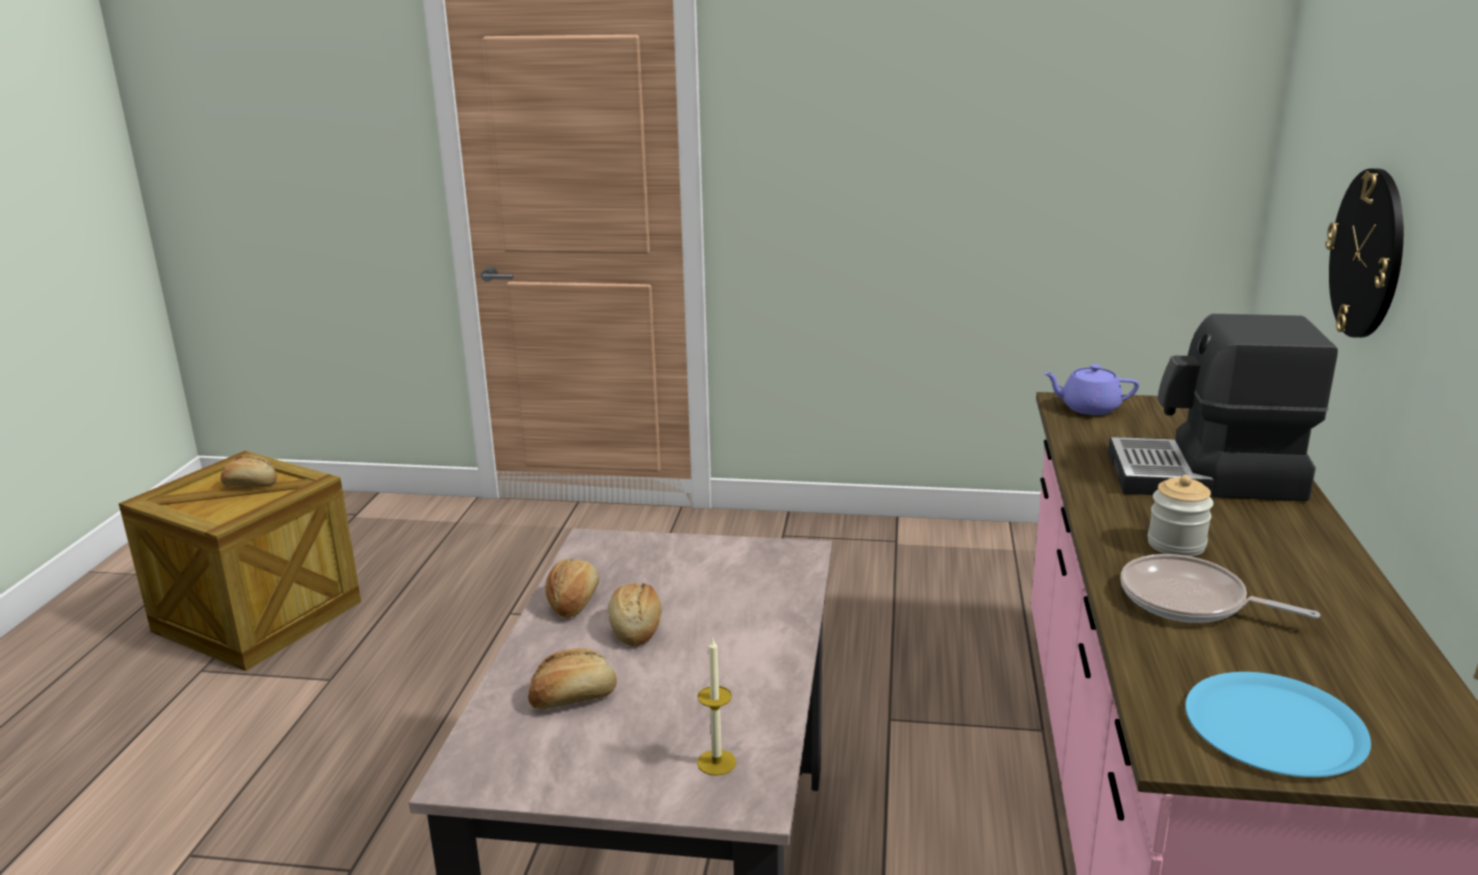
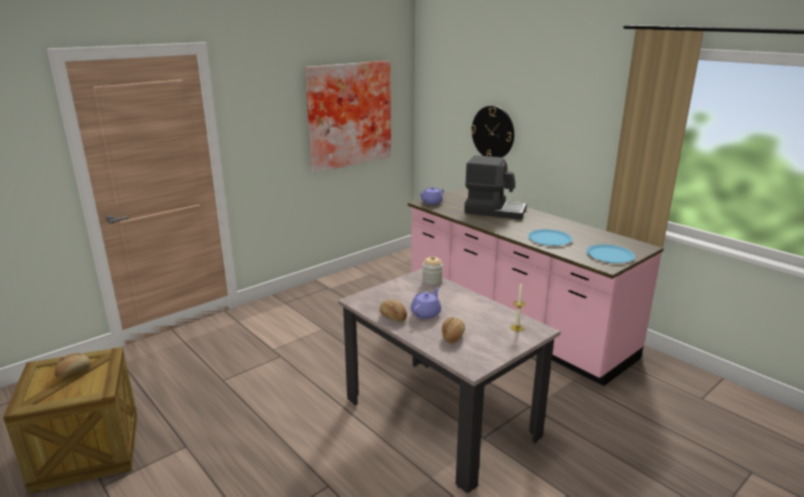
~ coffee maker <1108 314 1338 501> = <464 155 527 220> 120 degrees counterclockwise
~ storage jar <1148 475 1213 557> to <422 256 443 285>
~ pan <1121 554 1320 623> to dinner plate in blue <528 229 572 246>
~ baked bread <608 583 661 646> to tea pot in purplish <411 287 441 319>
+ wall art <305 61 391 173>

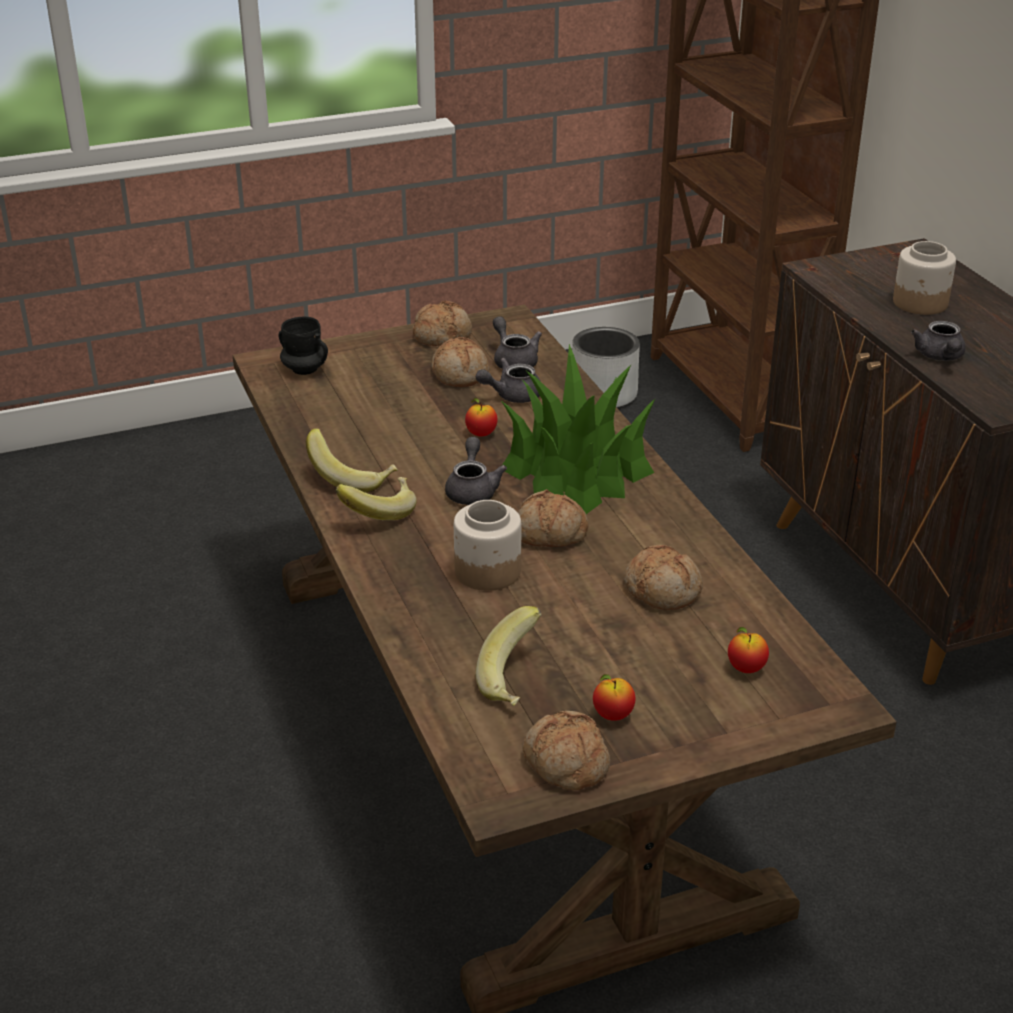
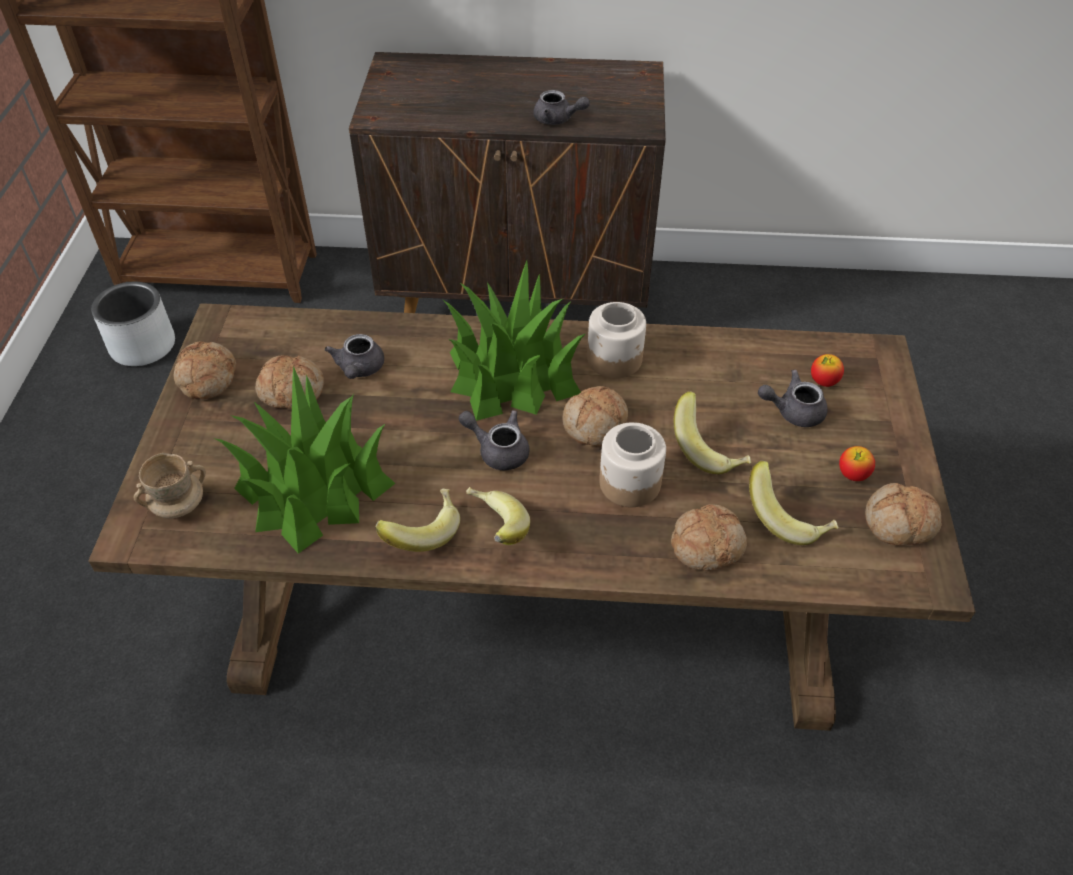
~ storage jar <893 241 956 315> to <587 302 646 378>
~ tea pot in greyish <493 316 542 368> to <758 370 828 427>
~ mug in black-coloured <279 317 328 375> to mug in beige <134 453 206 518>
- apple <465 398 497 436>
~ baked bread <624 545 703 610> to <671 504 747 570>
+ houseplant <214 366 396 554>
+ banana <674 391 751 474>

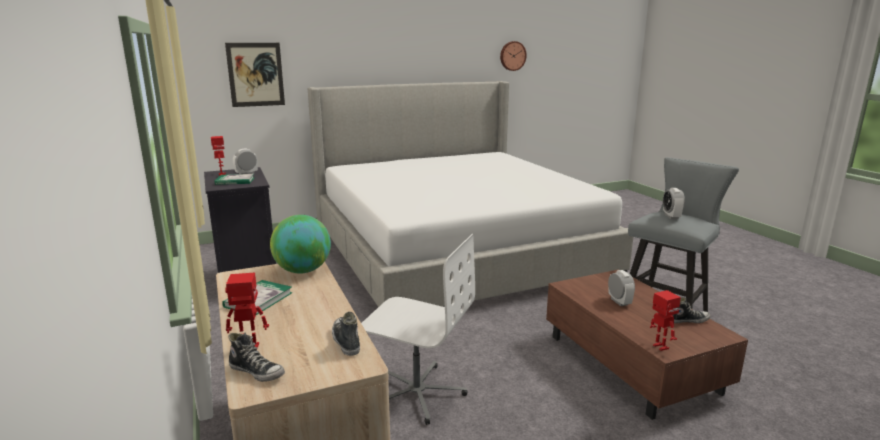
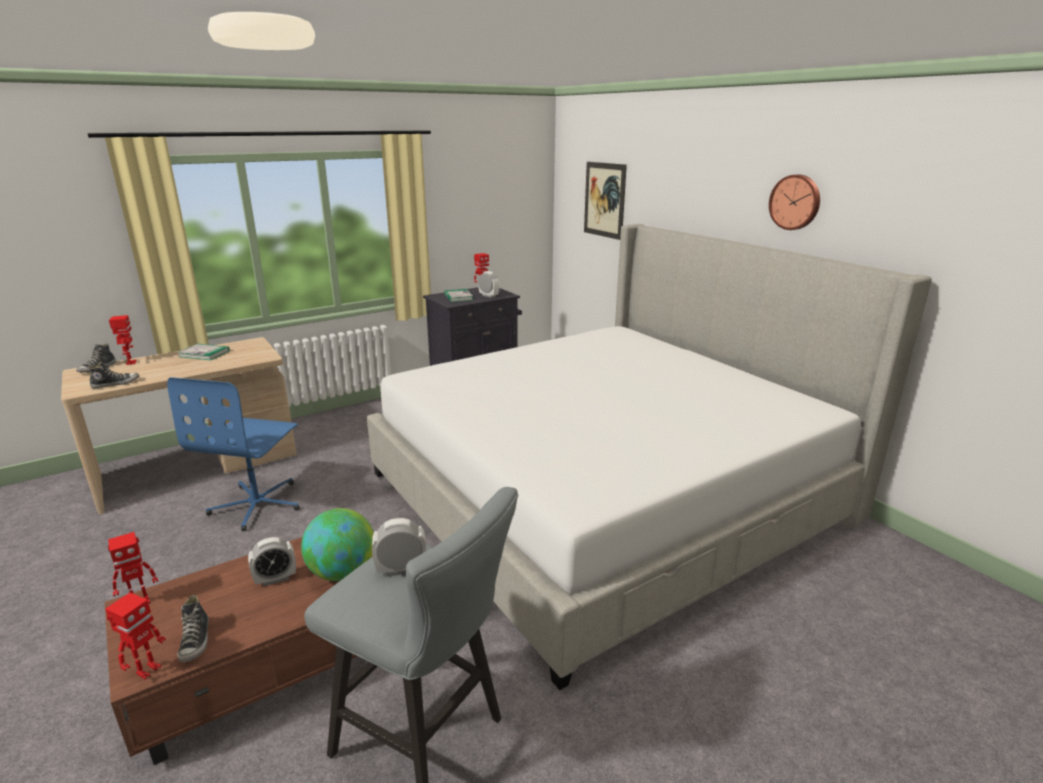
~ wall clock <500 41 527 71> to <769 175 820 230>
~ desk globe <270 215 331 274> to <301 508 374 581>
~ desk chair in white <361 234 475 425> to desk chair in blue <167 377 300 531>
+ toy robot <105 592 166 679>

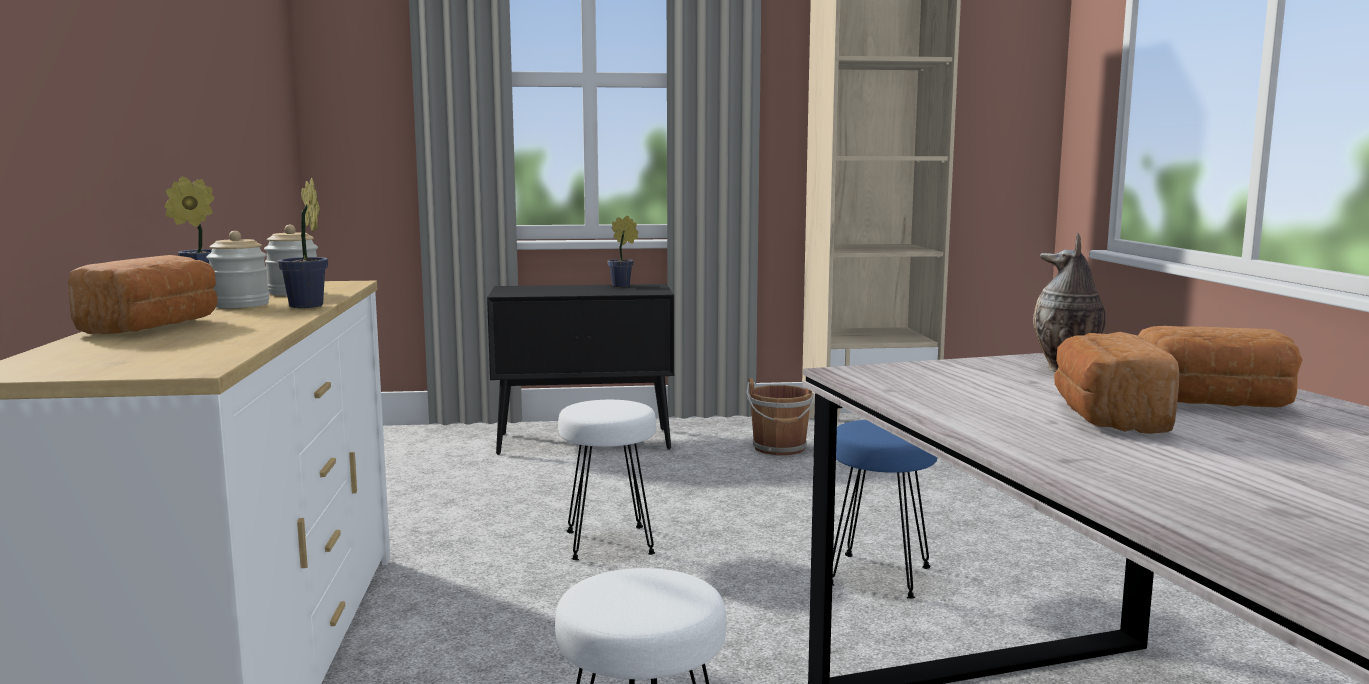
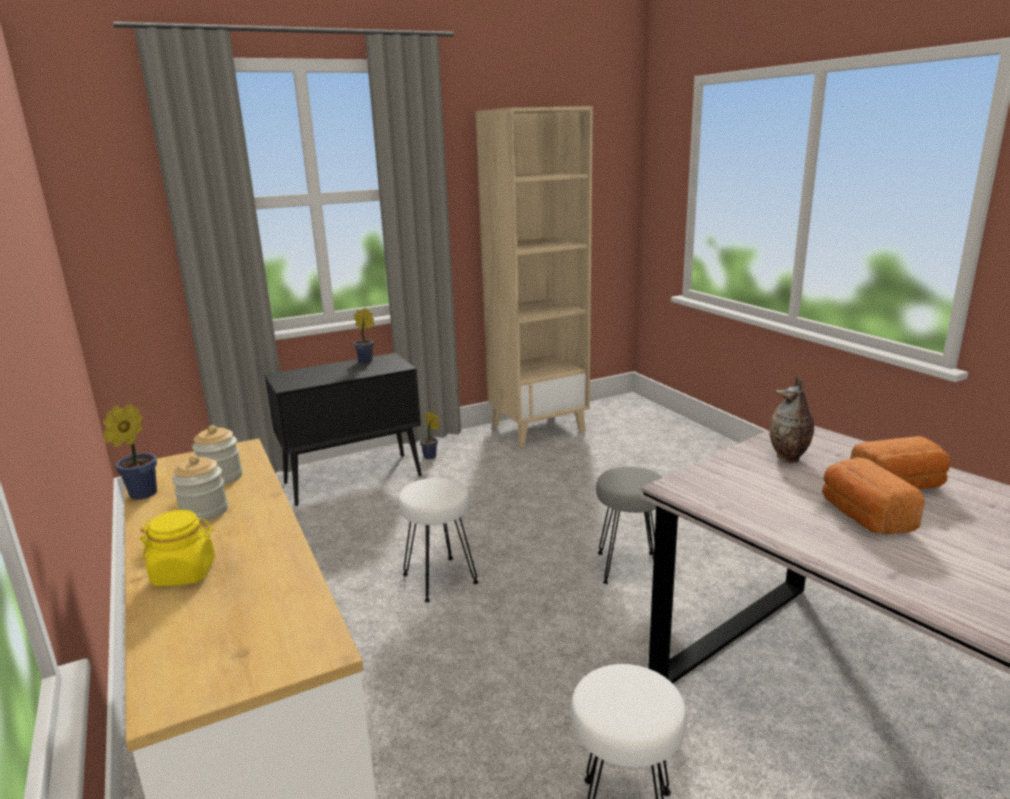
~ houseplant <278 178 328 308> to <420 411 440 459>
~ baked bread <68 255 218 334> to storage jar in yellowish <140 510 215 586>
- bucket in brownish <746 378 815 455>
~ stool in blue <832 420 938 599> to stool in greyish <596 467 663 584>

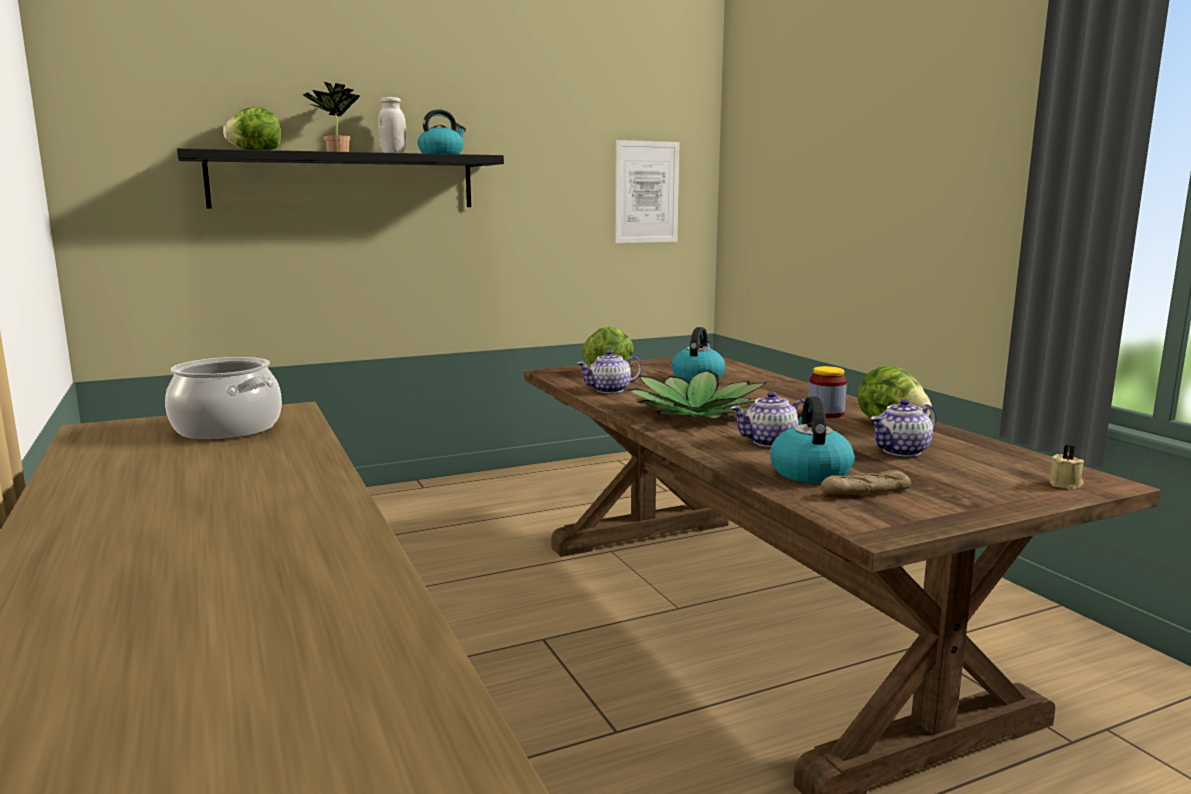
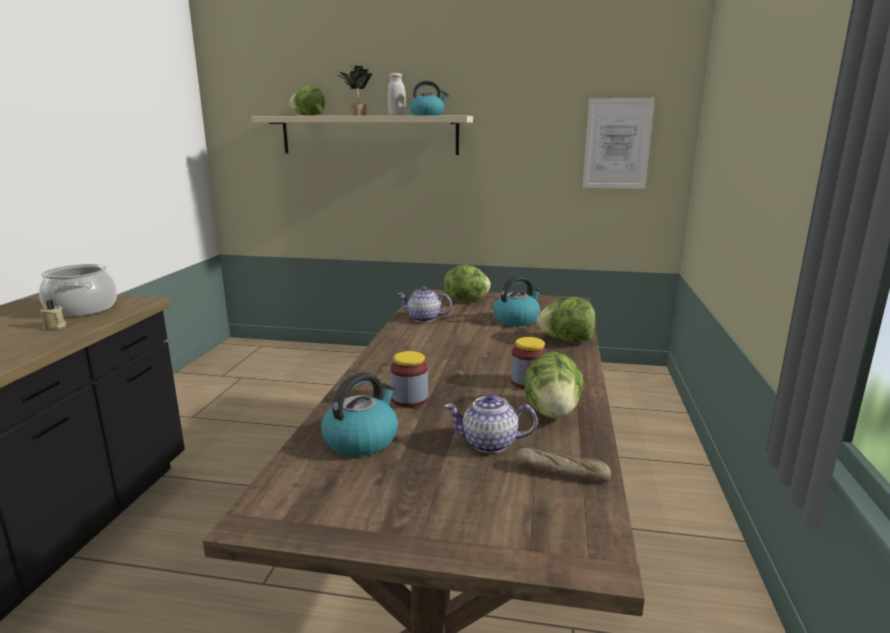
~ bracket shelf in black-coloured <177 148 504 209> to bracket shelf in beige <251 116 473 155>
- houseplant <627 370 767 419>
~ tea pot <731 391 805 447> to storage jar <391 351 428 408>
~ wax candle in beige <1050 445 1084 490> to <40 300 66 329>
~ baked bread <821 470 911 494> to <514 447 611 482>
+ lettuce <537 297 596 342>

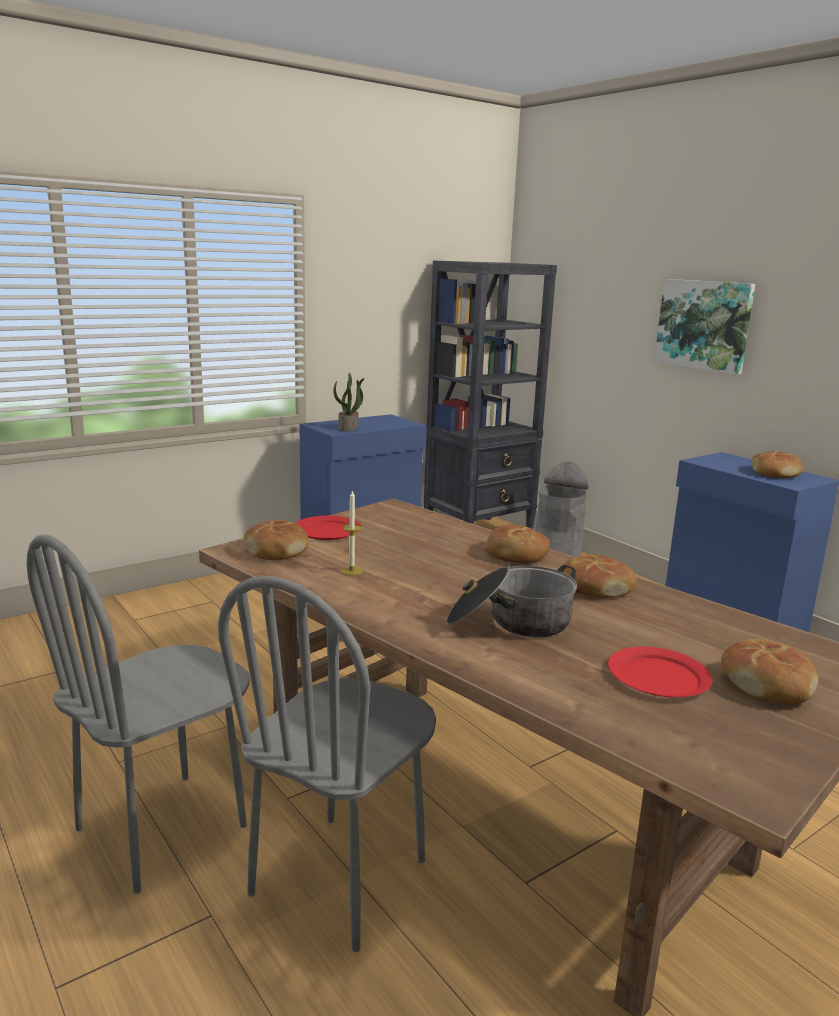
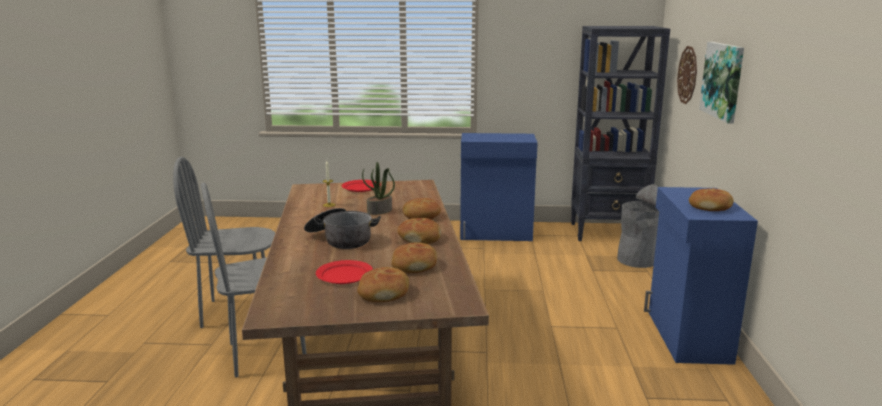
~ houseplant <333 373 365 431> to <362 162 395 215>
~ baked bread <244 520 309 560> to <391 242 437 273>
+ wall clock <677 46 697 104>

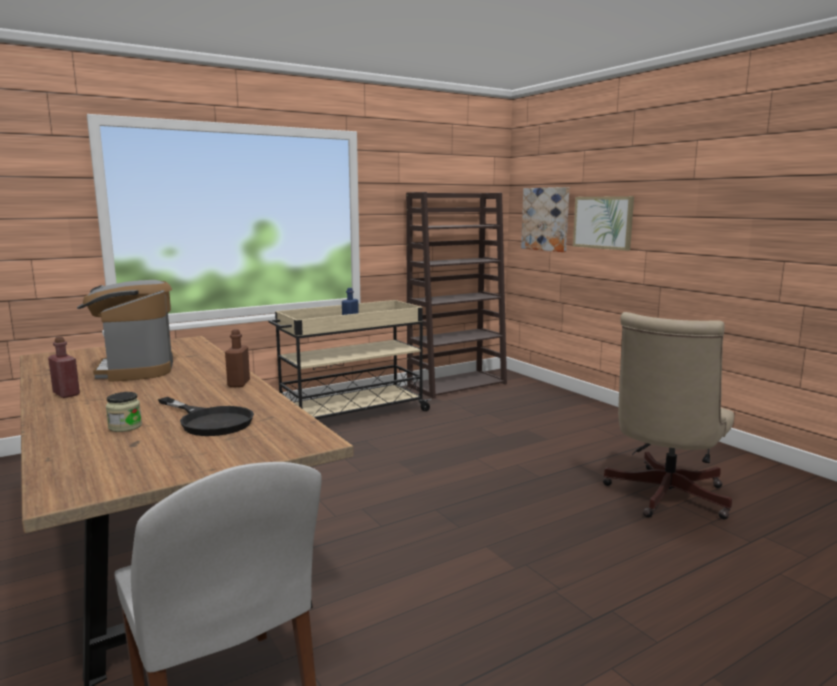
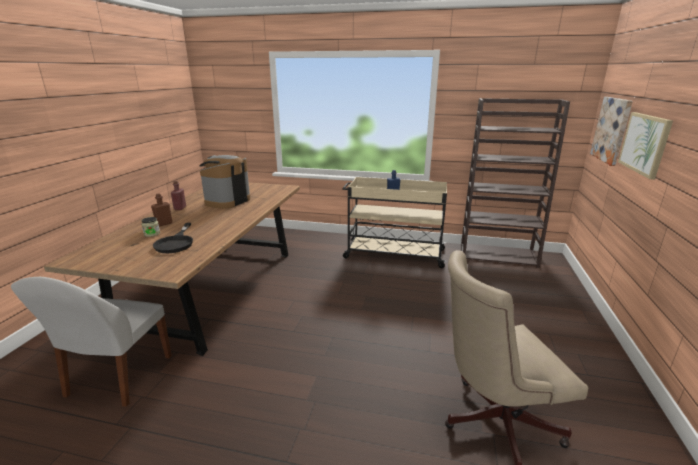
~ beverage bottle in brownish <225 329 250 387> to <151 193 172 226>

